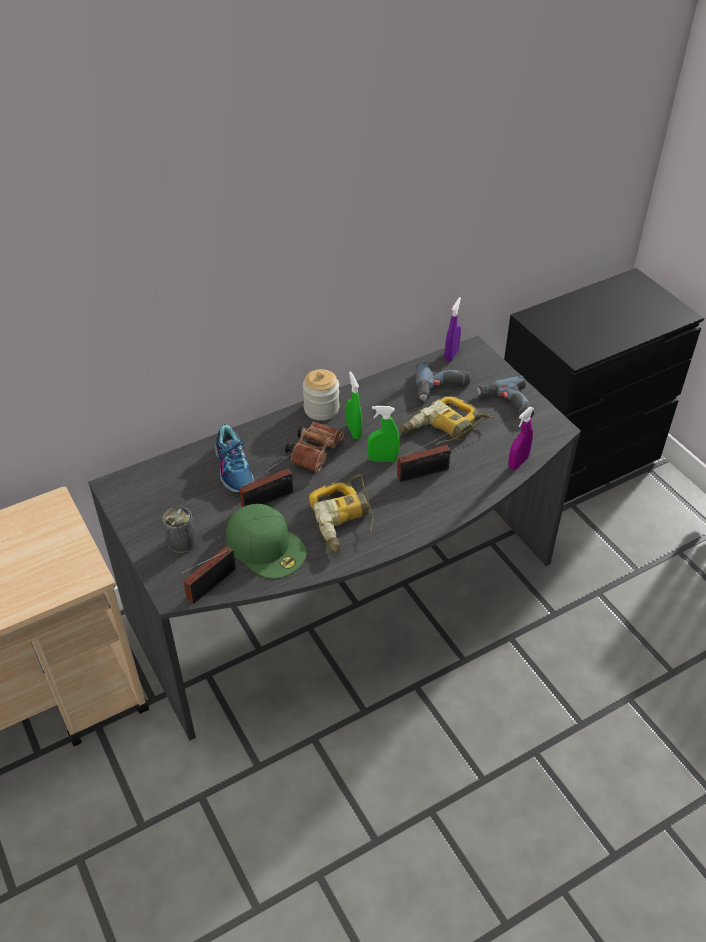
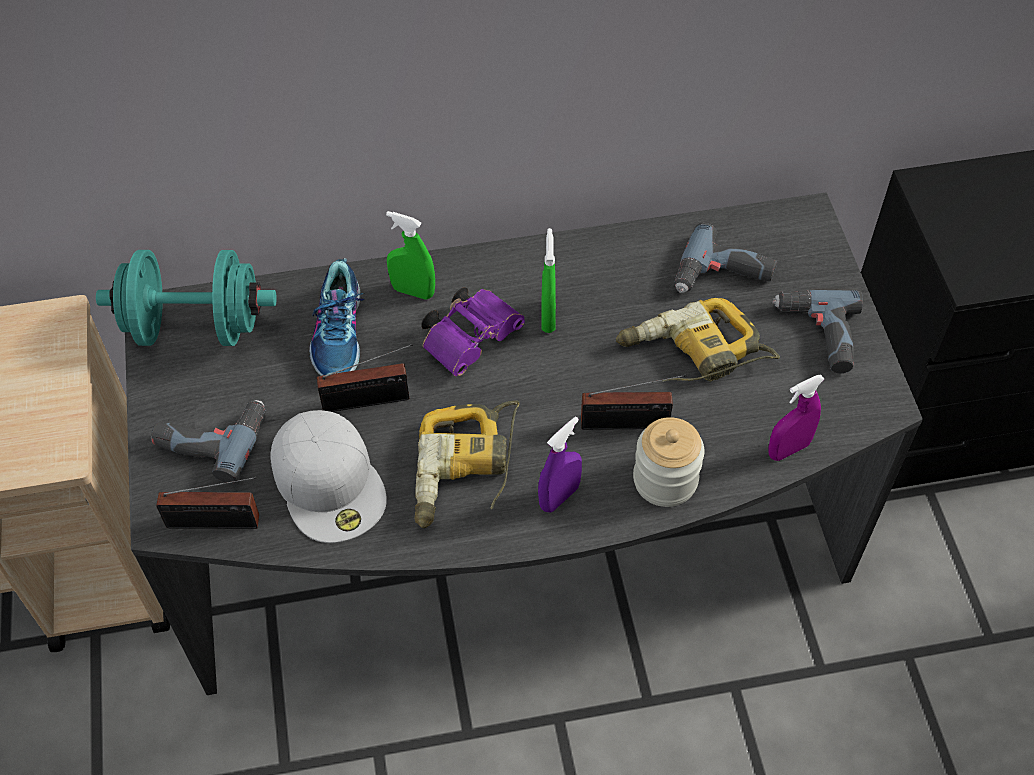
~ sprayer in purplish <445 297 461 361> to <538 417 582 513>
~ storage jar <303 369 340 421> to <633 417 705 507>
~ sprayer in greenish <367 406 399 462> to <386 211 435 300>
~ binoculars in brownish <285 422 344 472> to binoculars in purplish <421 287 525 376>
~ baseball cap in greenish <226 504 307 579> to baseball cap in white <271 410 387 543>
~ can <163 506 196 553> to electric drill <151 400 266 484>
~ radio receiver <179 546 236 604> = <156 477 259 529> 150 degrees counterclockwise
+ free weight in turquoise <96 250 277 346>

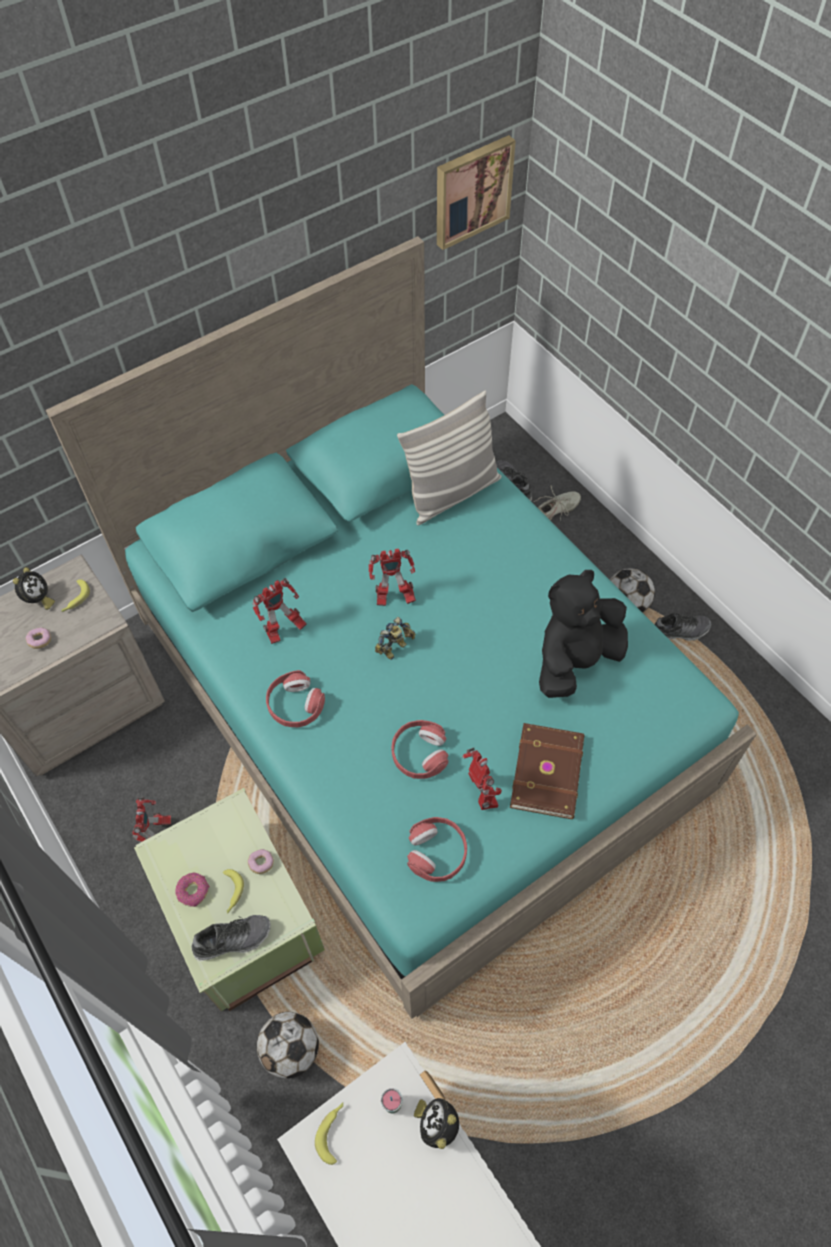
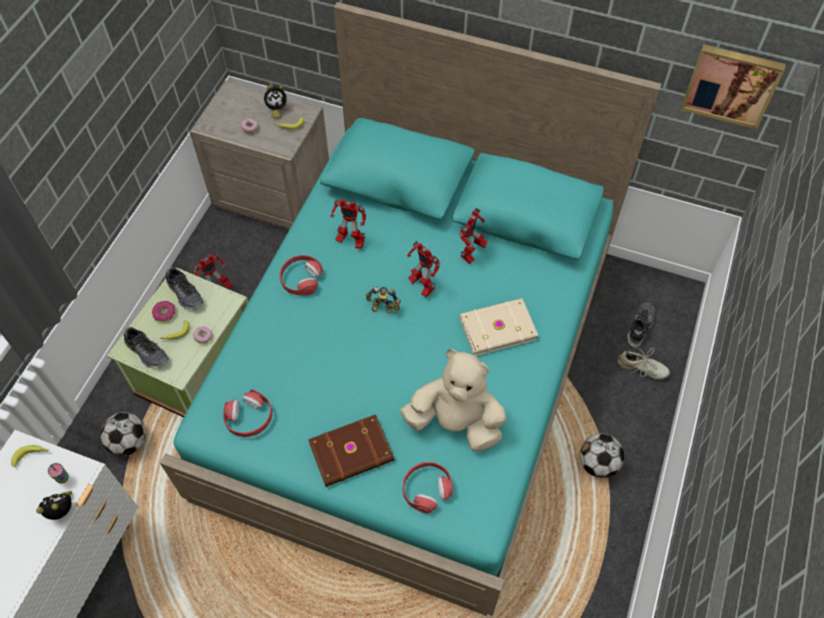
- throw pillow <397 390 502 525>
~ soft toy in black-coloured <539 570 628 698> to soft toy in beige <400 349 507 451>
~ shoe <654 613 711 641> to <166 267 204 309>
~ pair of headphones in red-coloured <391 720 449 779> to <402 462 453 514>
~ toy robot <462 748 502 810> to <459 208 488 264>
+ bound book in beige <459 298 538 356>

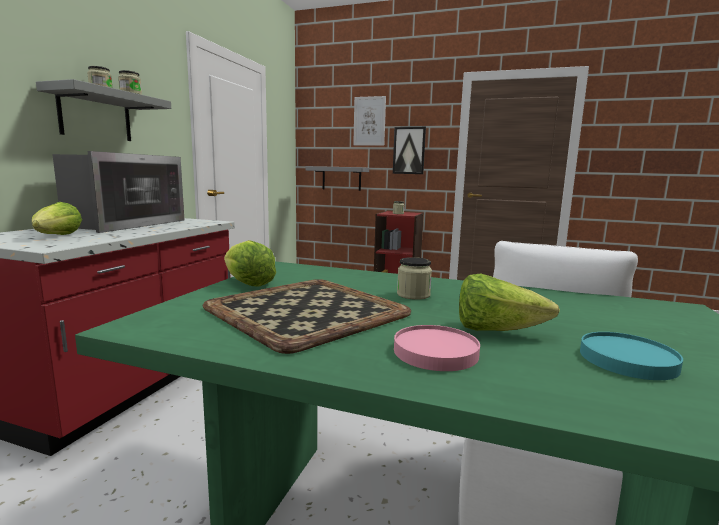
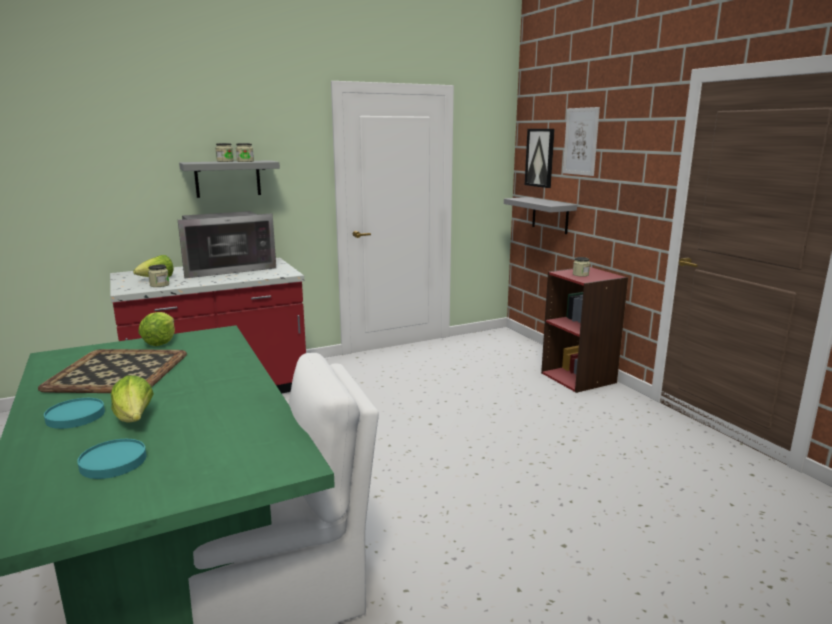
~ wall art <393 127 426 174> to <525 129 555 188>
~ storage jar <397 257 432 300> to <148 265 170 287>
~ dinner plate in pinkish <394 325 480 371> to dinner plate in turquoise <44 398 105 429>

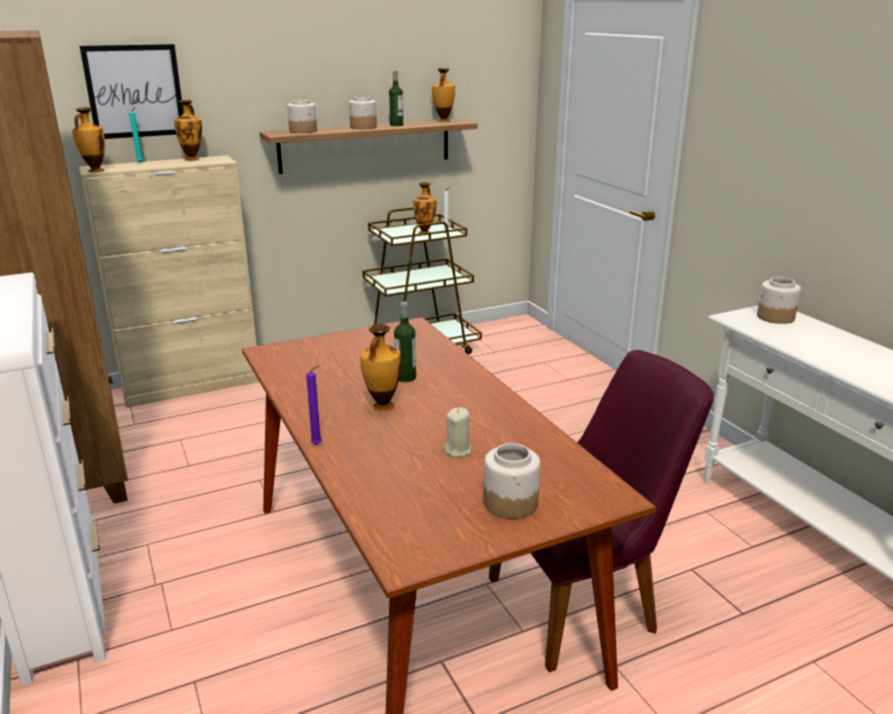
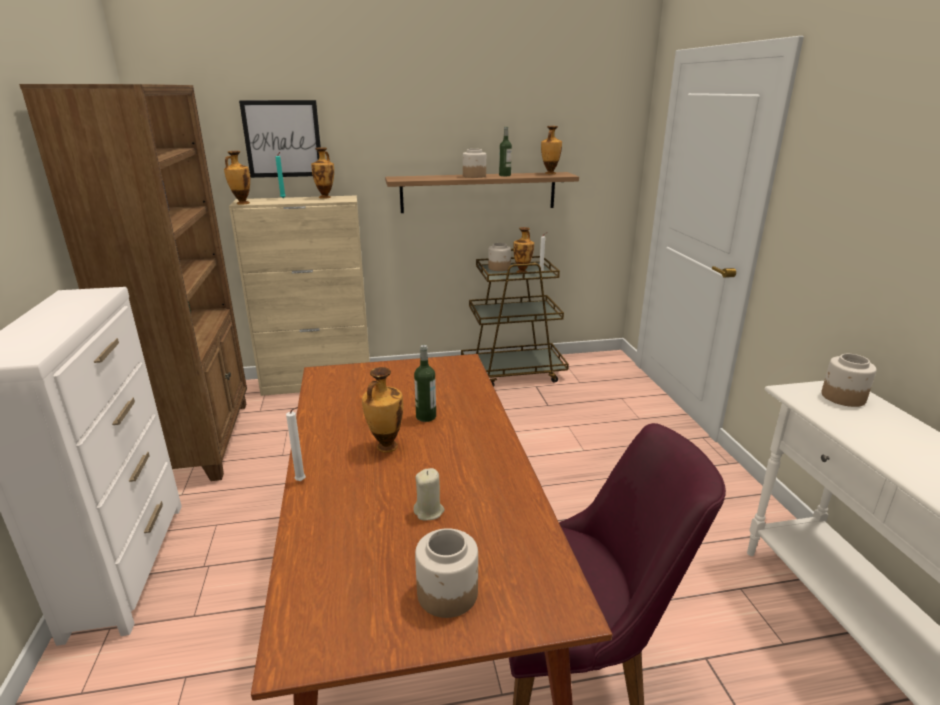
~ storage jar <287 99 317 133> to <488 243 511 271>
~ wax candle in purplish <306 365 322 445> to wax candle in white <286 407 306 481>

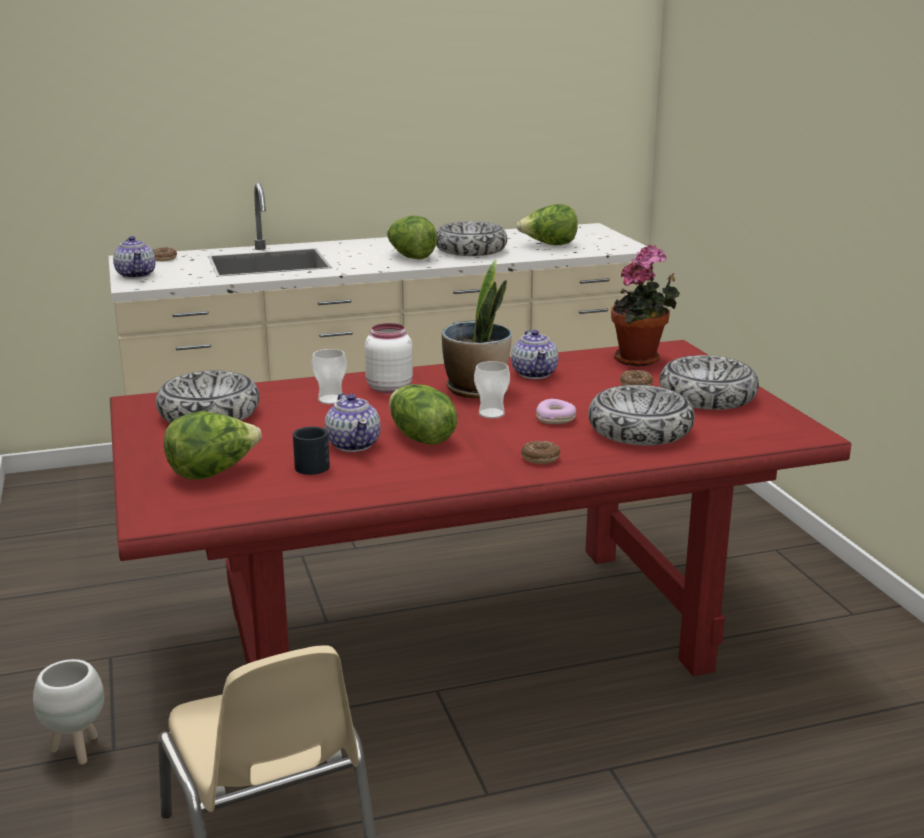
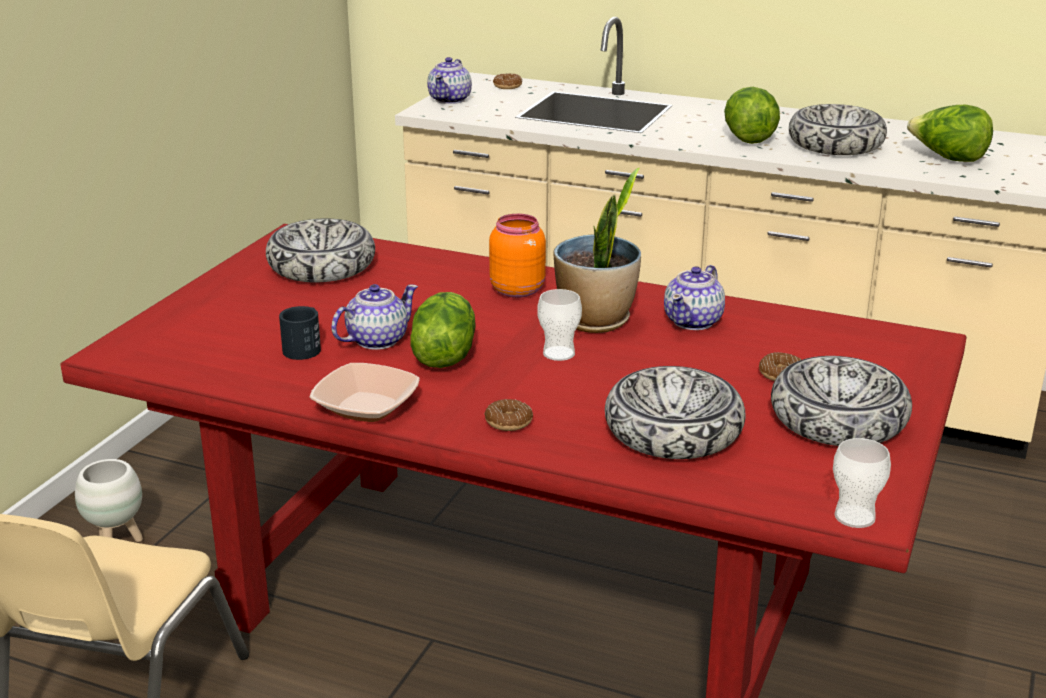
- houseplant <611 245 680 366>
~ storage jar in white <365 323 413 394> to storage jar in orange-coloured <489 214 546 298>
~ small cup <312 349 347 404> to <833 438 891 528>
~ tea pot <325 393 381 452> = <332 284 418 350> 150 degrees counterclockwise
- doughnut <536 399 576 424>
- lettuce <164 411 262 480>
+ bowl <310 363 420 422>

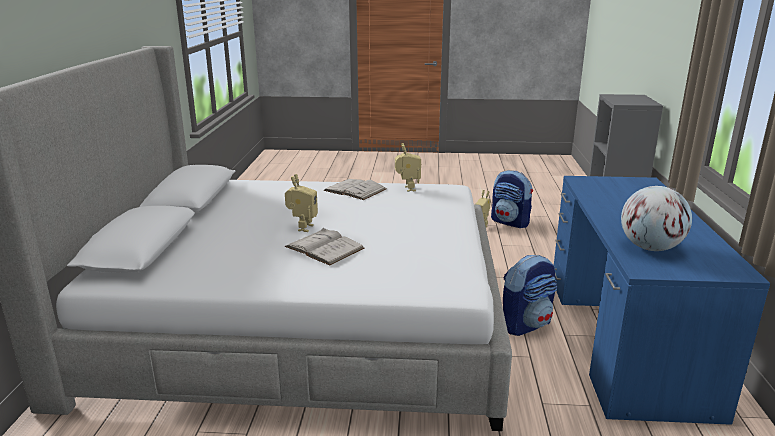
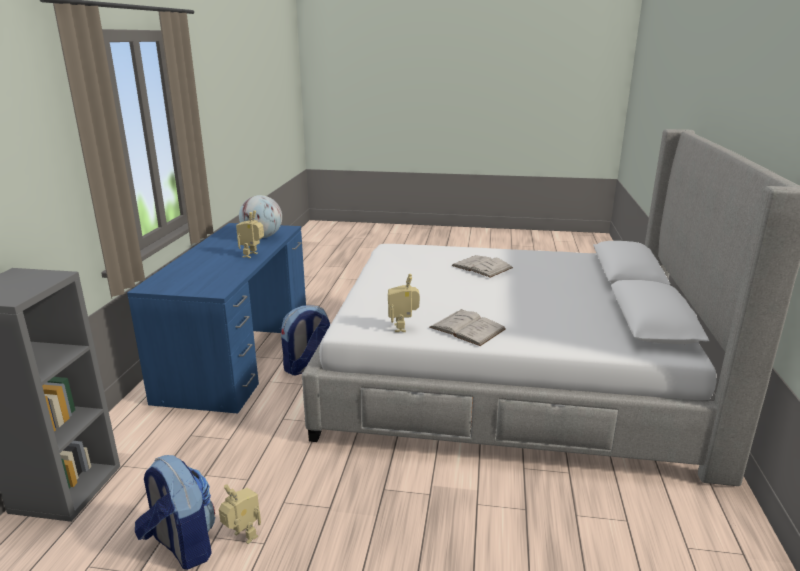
~ toy robot <285 174 318 232> to <236 210 264 258>

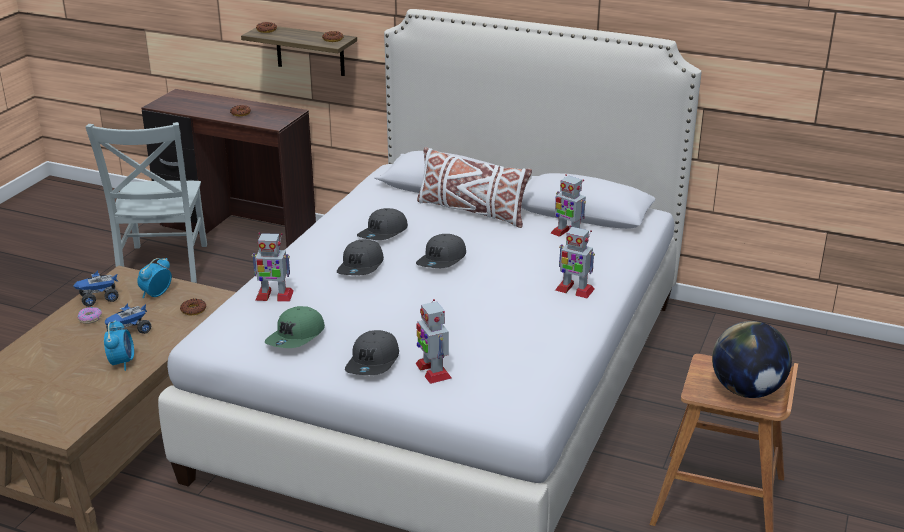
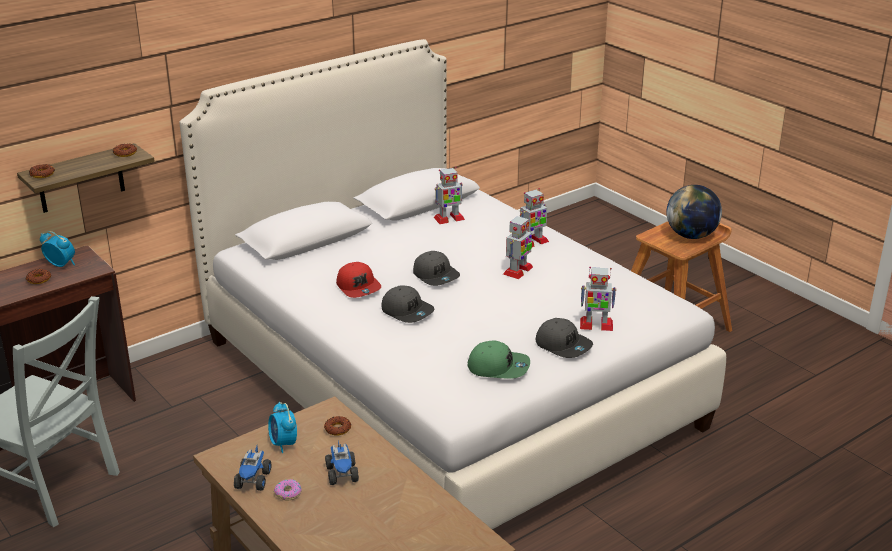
- throw pillow in white <417 147 532 228>
~ baseball cap in greyish <357 208 408 240> to baseball cap in red-coloured <336 262 381 298>
~ toy robot <252 233 294 302> to <503 214 533 279>
~ baseball cap in greenish <265 306 325 348> = <468 340 530 379> 45 degrees counterclockwise
~ bedside clock <104 320 134 371> to <40 231 75 267>

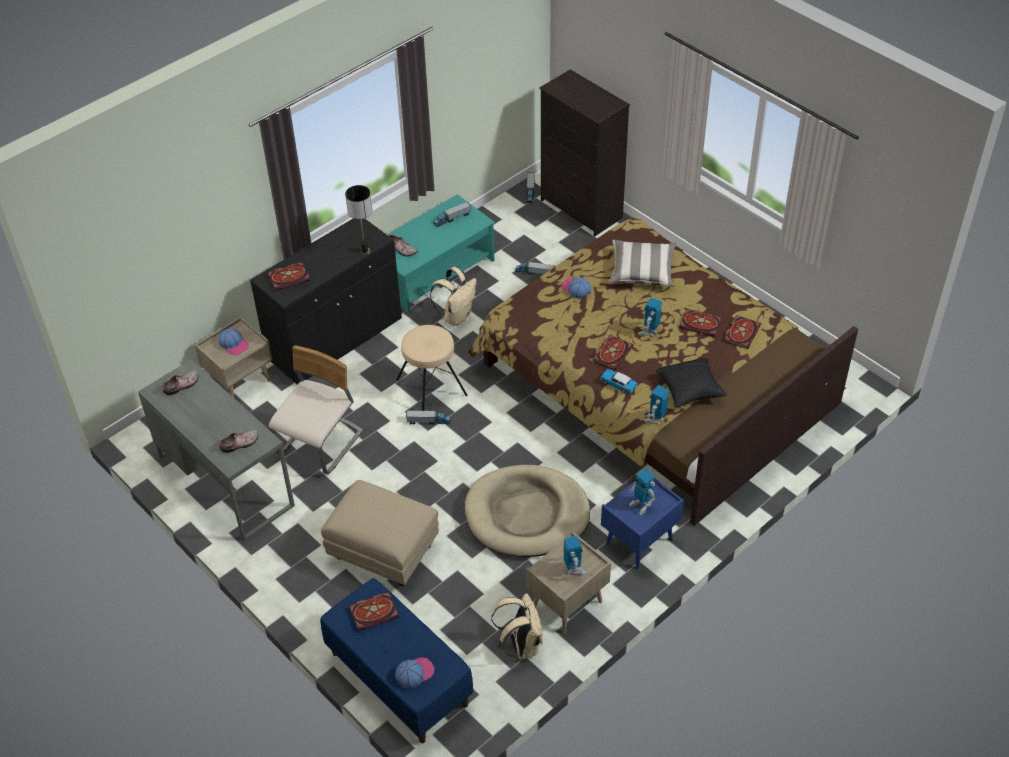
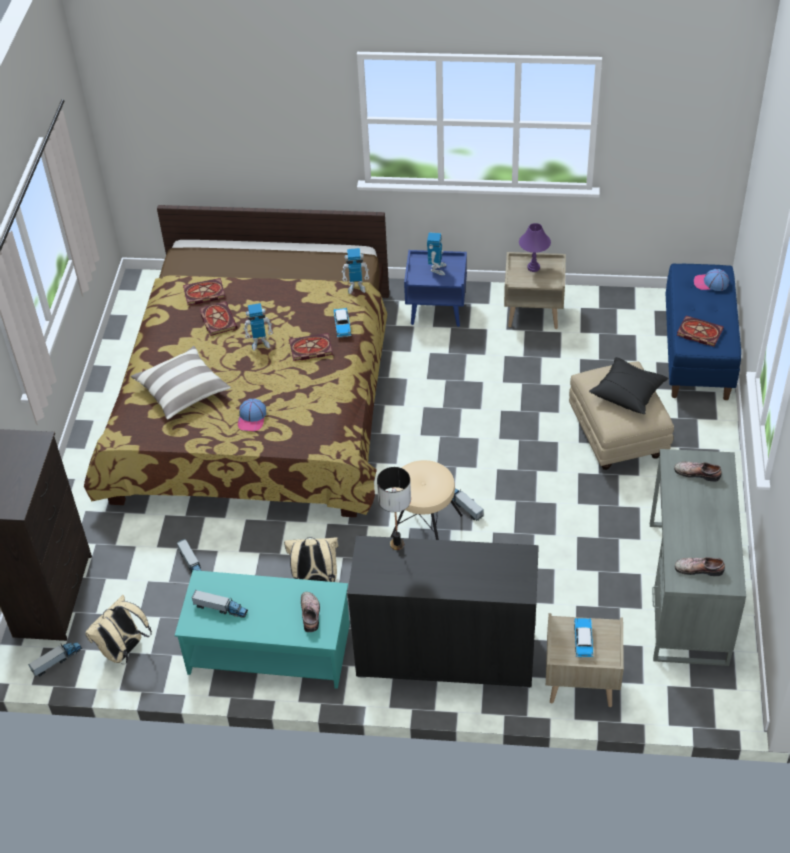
- bound book <268 262 311 291>
~ baseball cap <218 328 249 355> to toy car <574 618 593 657>
- plain chair in beige <269 345 363 475>
~ throw pillow in black-coloured <655 358 727 408> to <589 357 669 414>
- pet bed in beige <465 465 590 557>
~ toy robot <564 536 586 576> to tabletop lamp in purplish <519 223 551 272>
~ knapsack in beige <491 593 543 659> to <85 595 152 664>

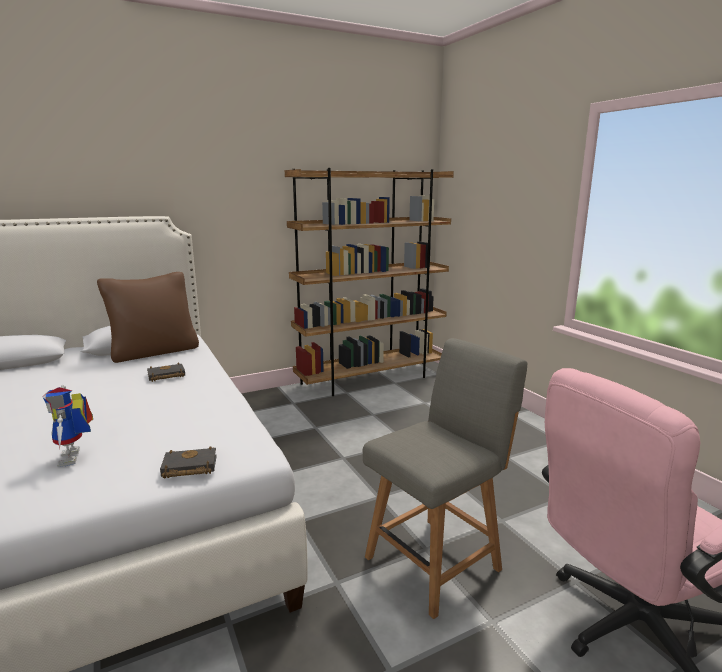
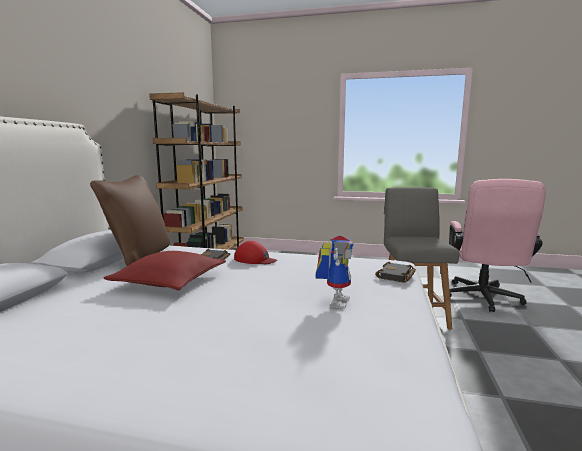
~ toy robot <43 385 93 467> = <316 236 354 309> 90 degrees counterclockwise
+ baseball cap in red-coloured <234 241 277 264>
+ throw pillow in red-coloured <103 251 226 290>

